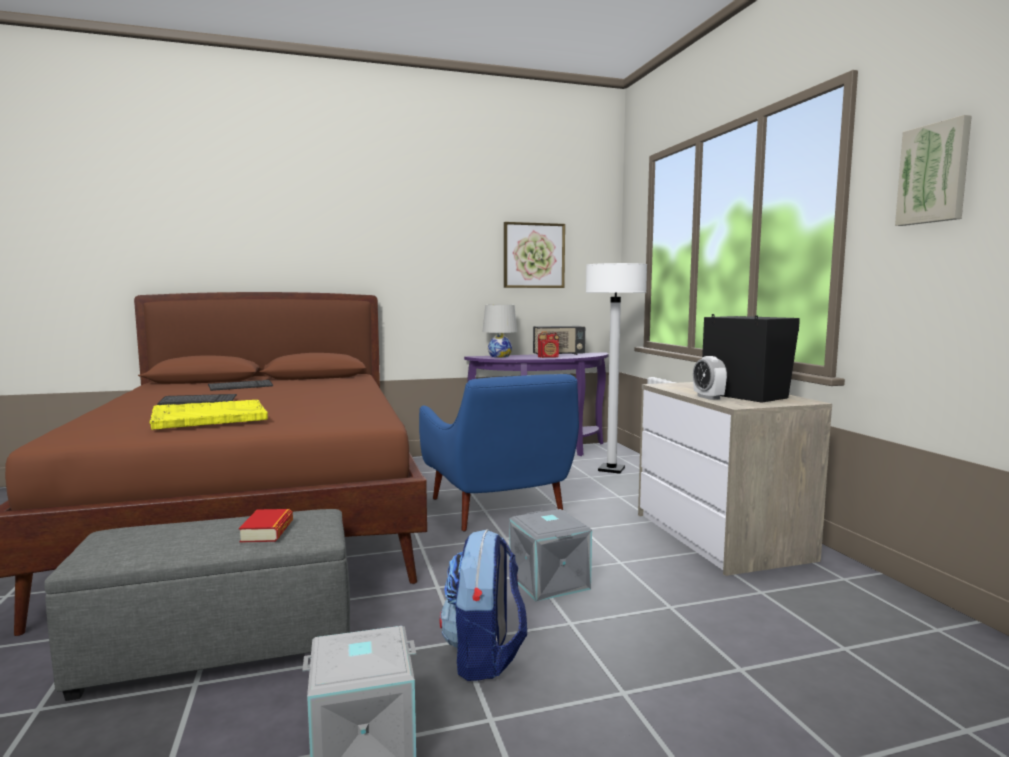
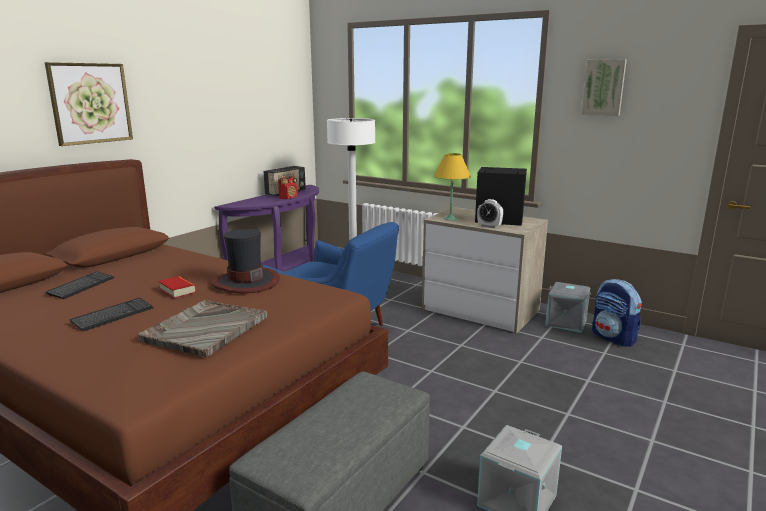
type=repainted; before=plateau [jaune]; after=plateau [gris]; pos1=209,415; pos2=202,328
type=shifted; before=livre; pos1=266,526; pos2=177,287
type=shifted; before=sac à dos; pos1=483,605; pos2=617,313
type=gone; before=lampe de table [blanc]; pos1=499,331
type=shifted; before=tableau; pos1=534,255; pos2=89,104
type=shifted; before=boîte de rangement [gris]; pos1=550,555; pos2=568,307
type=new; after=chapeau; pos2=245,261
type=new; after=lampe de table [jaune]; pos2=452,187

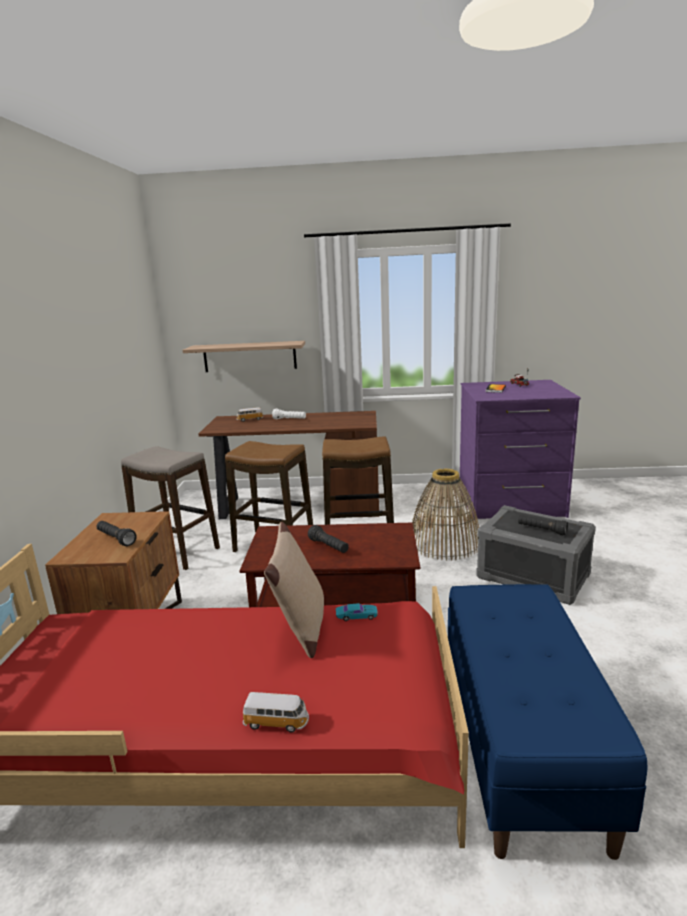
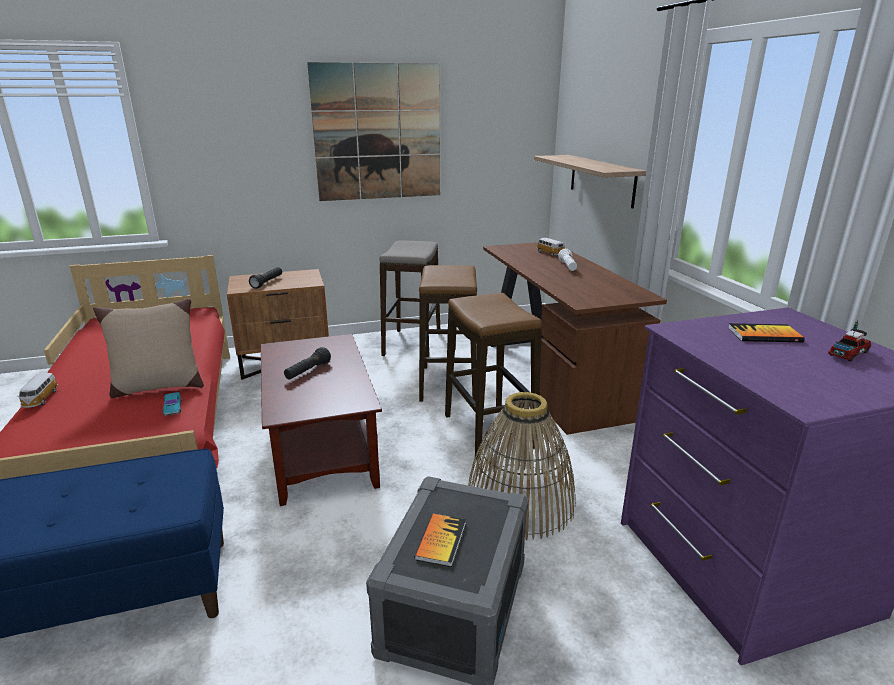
type=swapped; before=lampe de poche [noir]; after=livre; pos1=543,525; pos2=440,540
type=new; after=tableau; pos2=373,131

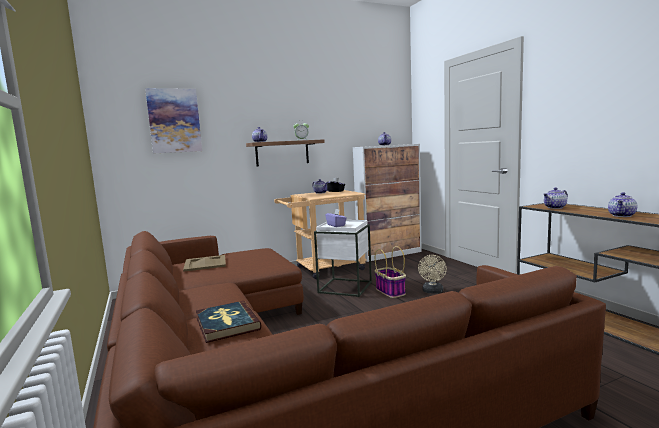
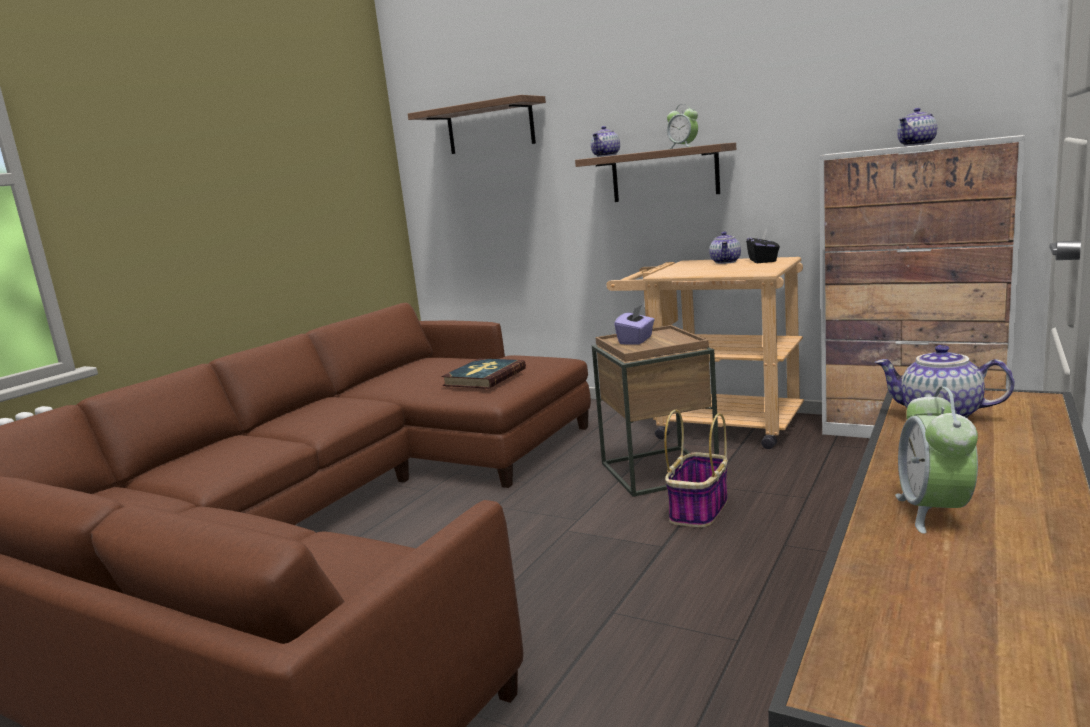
type=swapped; before=tableau; after=étagère; pos1=173,121; pos2=477,124
type=gone; before=plateau [beige]; pos1=204,263
type=shifted; before=livre; pos1=229,322; pos2=483,373
type=repainted; before=table d'appoint [blanc]; after=table d'appoint [marron]; pos1=343,258; pos2=655,411
type=gone; before=ventilateur [beige]; pos1=432,274
type=swapped; before=théière; after=réveil; pos1=622,204; pos2=936,460

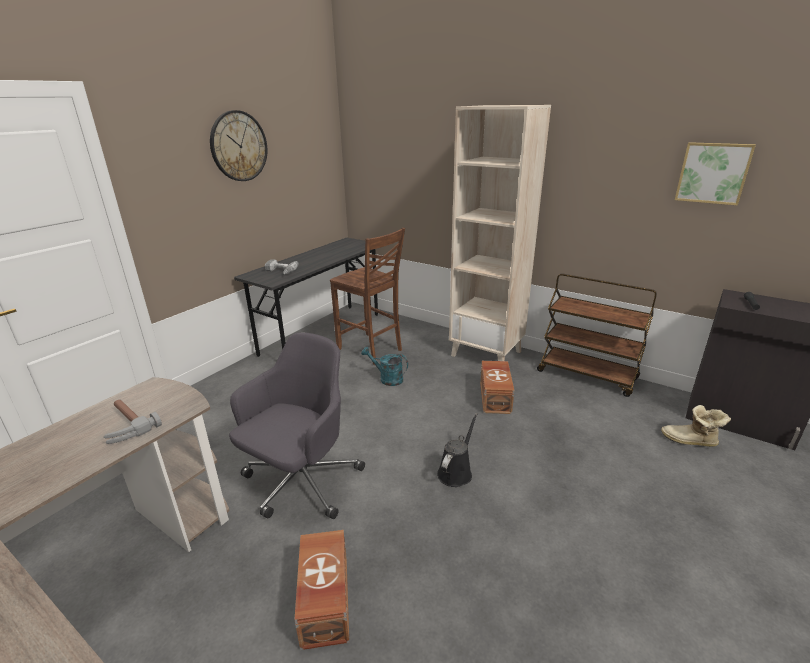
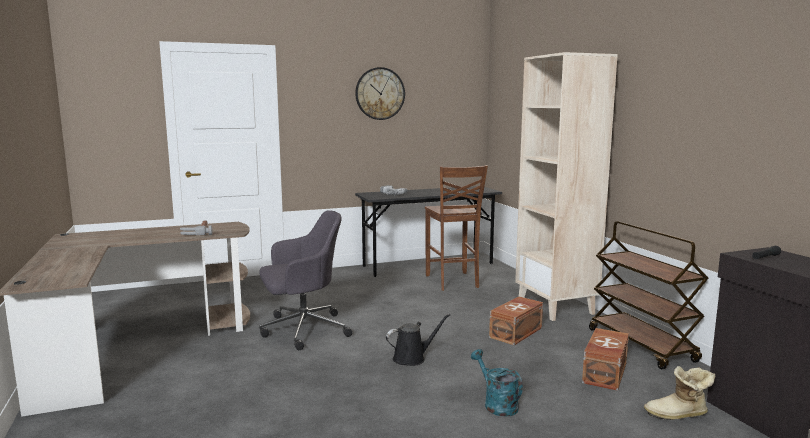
type=shifted; before=boîte de rangement [marron]; pos1=321,590; pos2=605,359
type=shifted; before=arrosoir [turquoise]; pos1=384,366; pos2=497,383
type=rotated; before=botte; pos1=696,426; pos2=679,393; turn=-60
type=gone; before=tableau; pos1=715,174

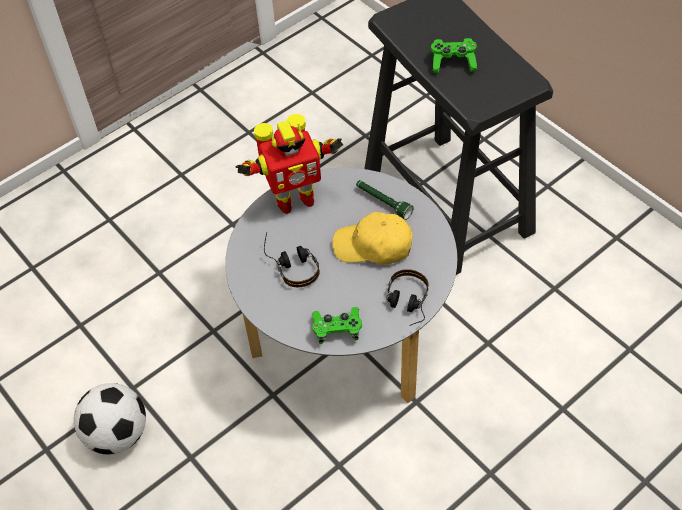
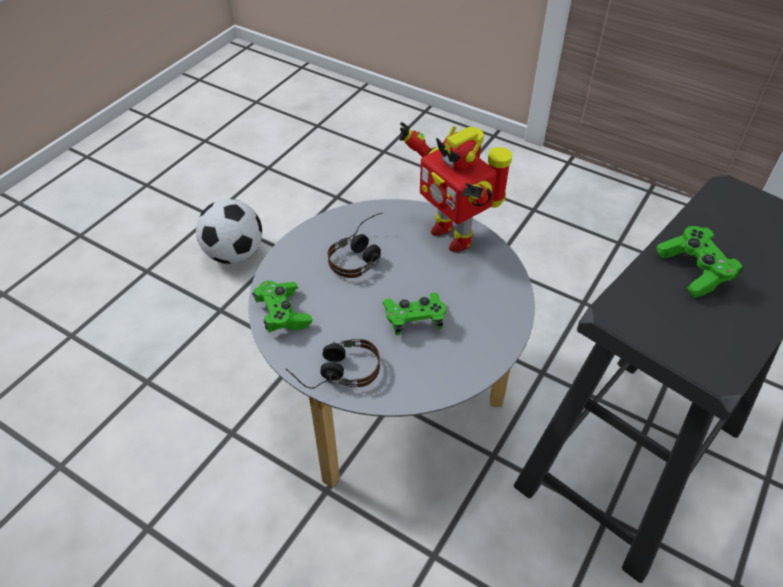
type=swapped; before=casquette [jaune]; after=manette [vert]; pos1=373,238; pos2=414,314
type=gone; before=lampe de poche [vert]; pos1=385,200

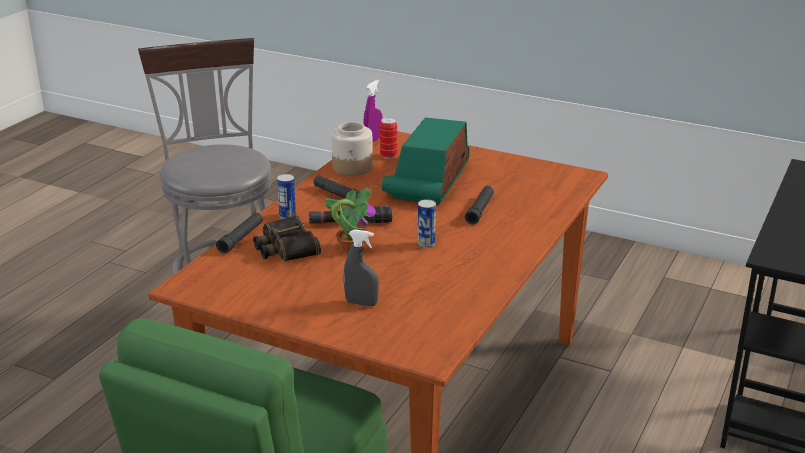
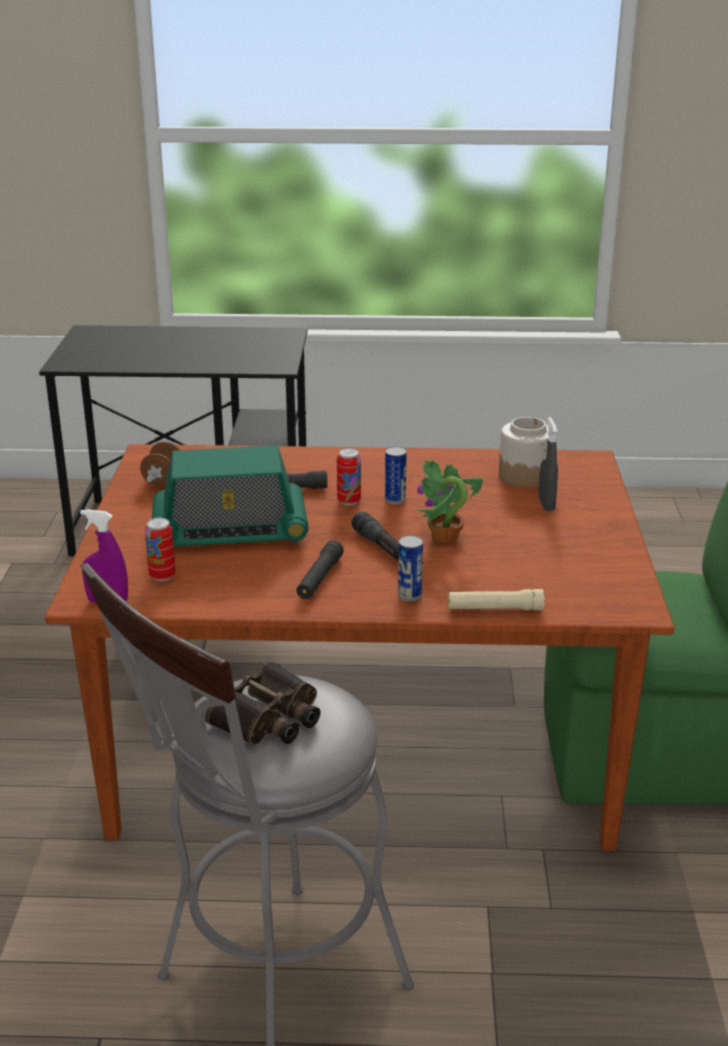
type=repainted; before=lampe de poche [noir]; after=lampe de poche [beige]; pos1=239,233; pos2=496,599
type=shifted; before=jumelles; pos1=287,238; pos2=262,703
type=shifted; before=bocal; pos1=352,149; pos2=524,452
type=new; after=haltère [marron]; pos2=160,463
type=new; after=boîte métallique; pos2=349,477

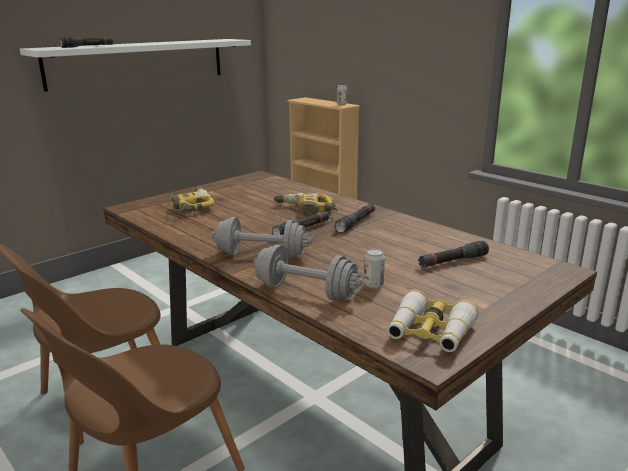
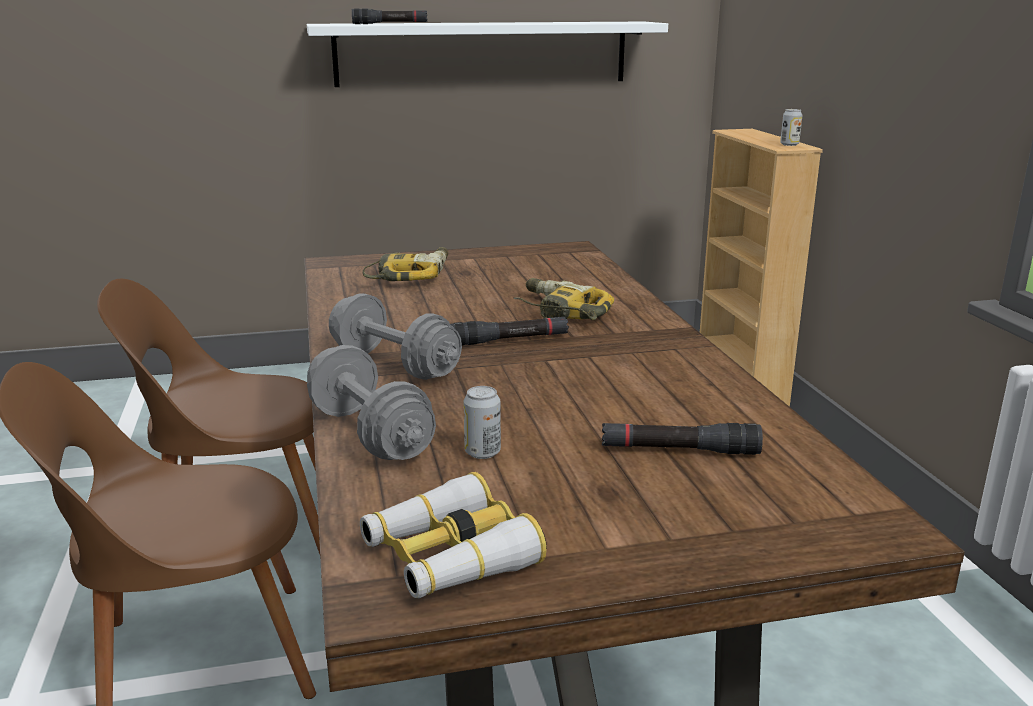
type=gone; before=lampe de poche [noir]; pos1=355,218

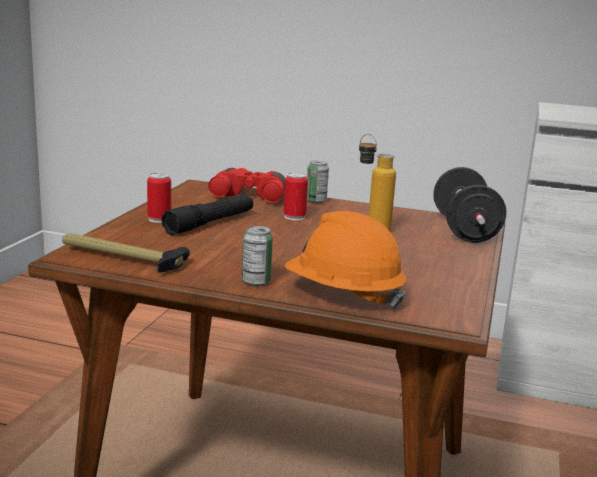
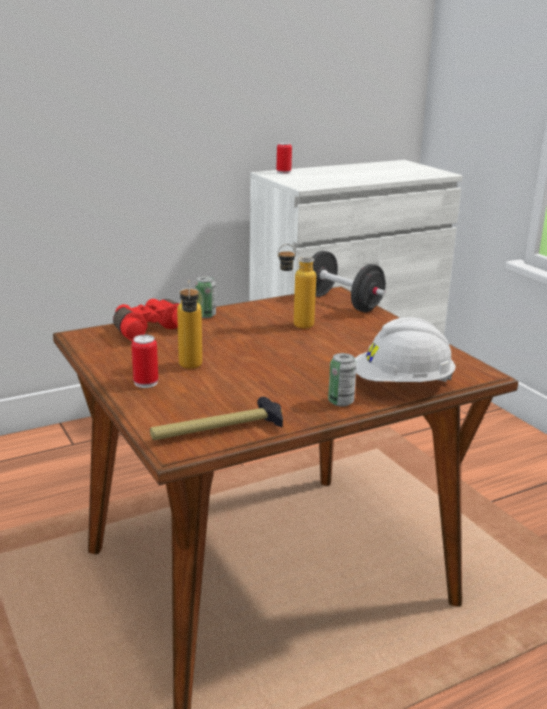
type=swapped; before=lampe de poche [noir]; after=bouteille; pos1=207,214; pos2=189,325
type=shifted; before=boîte métallique; pos1=296,197; pos2=284,158
type=repainted; before=casque de chantier [orange]; after=casque de chantier [blanc]; pos1=345,260; pos2=405,349

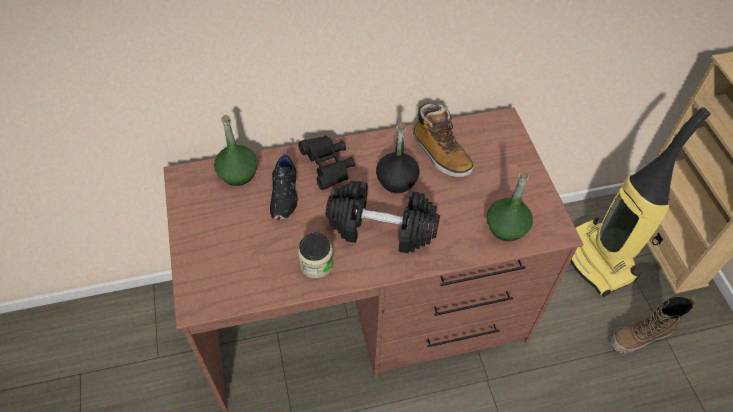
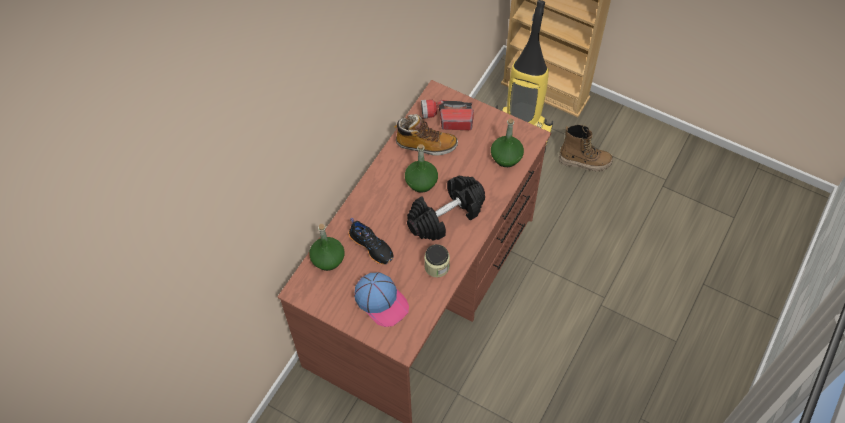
type=gone; before=jumelles [noir]; pos1=326,163
type=repainted; before=bouteille [noir]; after=bouteille [vert]; pos1=397,158; pos2=421,168
type=rotated; before=botte; pos1=653,325; pos2=586,148; turn=-105
type=new; after=casquette; pos2=381,299
type=new; after=lampe de poche; pos2=447,115

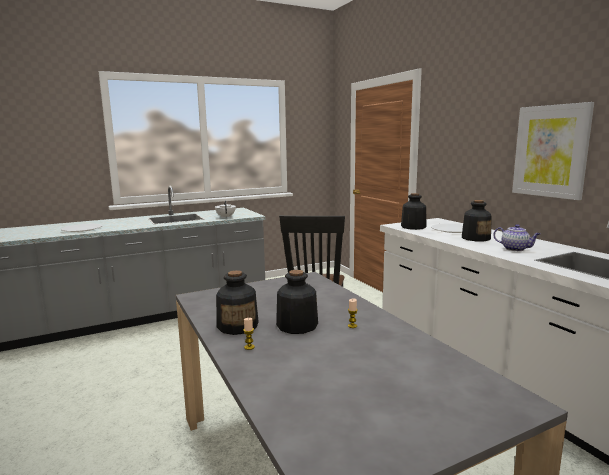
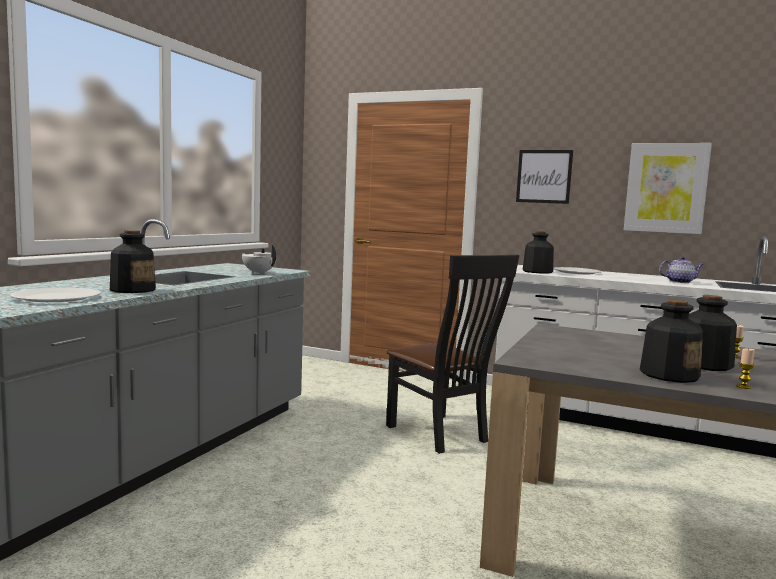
type=shifted; before=bouteille; pos1=477,220; pos2=133,261
type=new; after=tableau; pos2=544,177

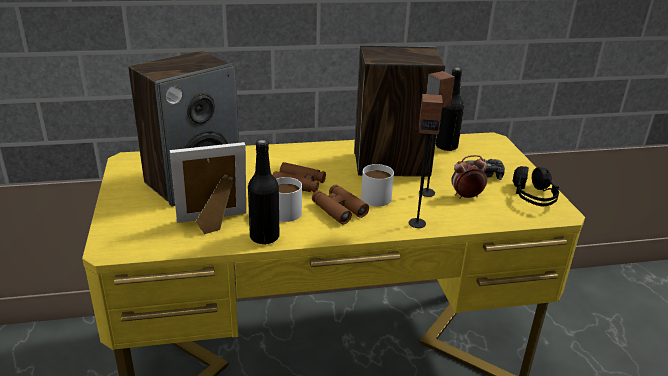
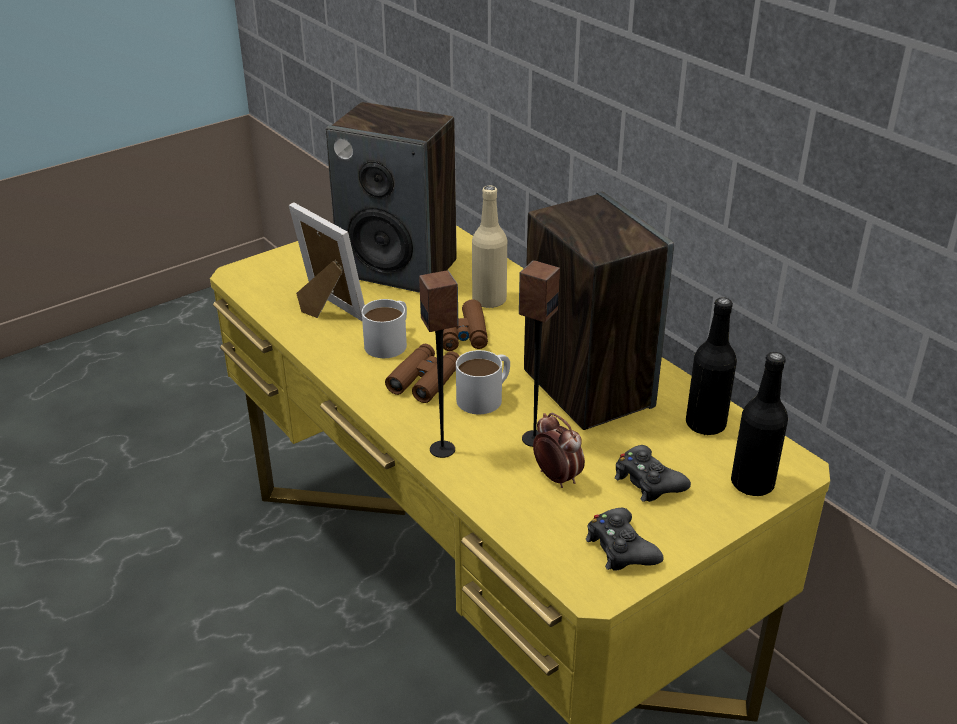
type=shifted; before=bouteille [noir]; pos1=263,191; pos2=759,424
type=swapped; before=casque audio [noir]; after=manette [noir]; pos1=536,186; pos2=624,539
type=new; after=bouteille [beige]; pos2=489,247

